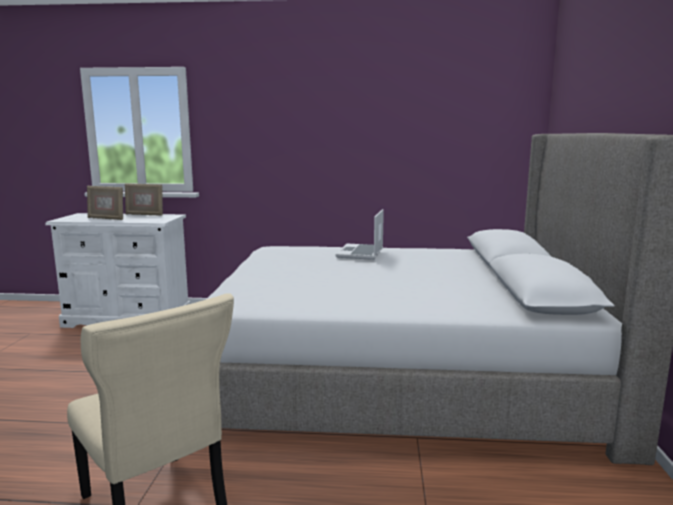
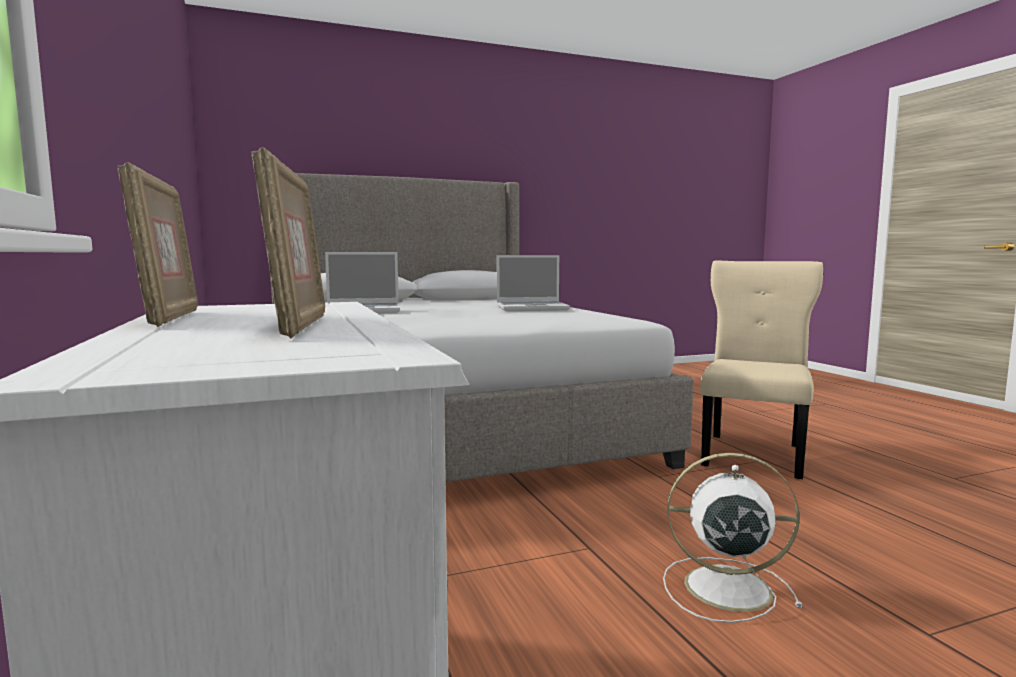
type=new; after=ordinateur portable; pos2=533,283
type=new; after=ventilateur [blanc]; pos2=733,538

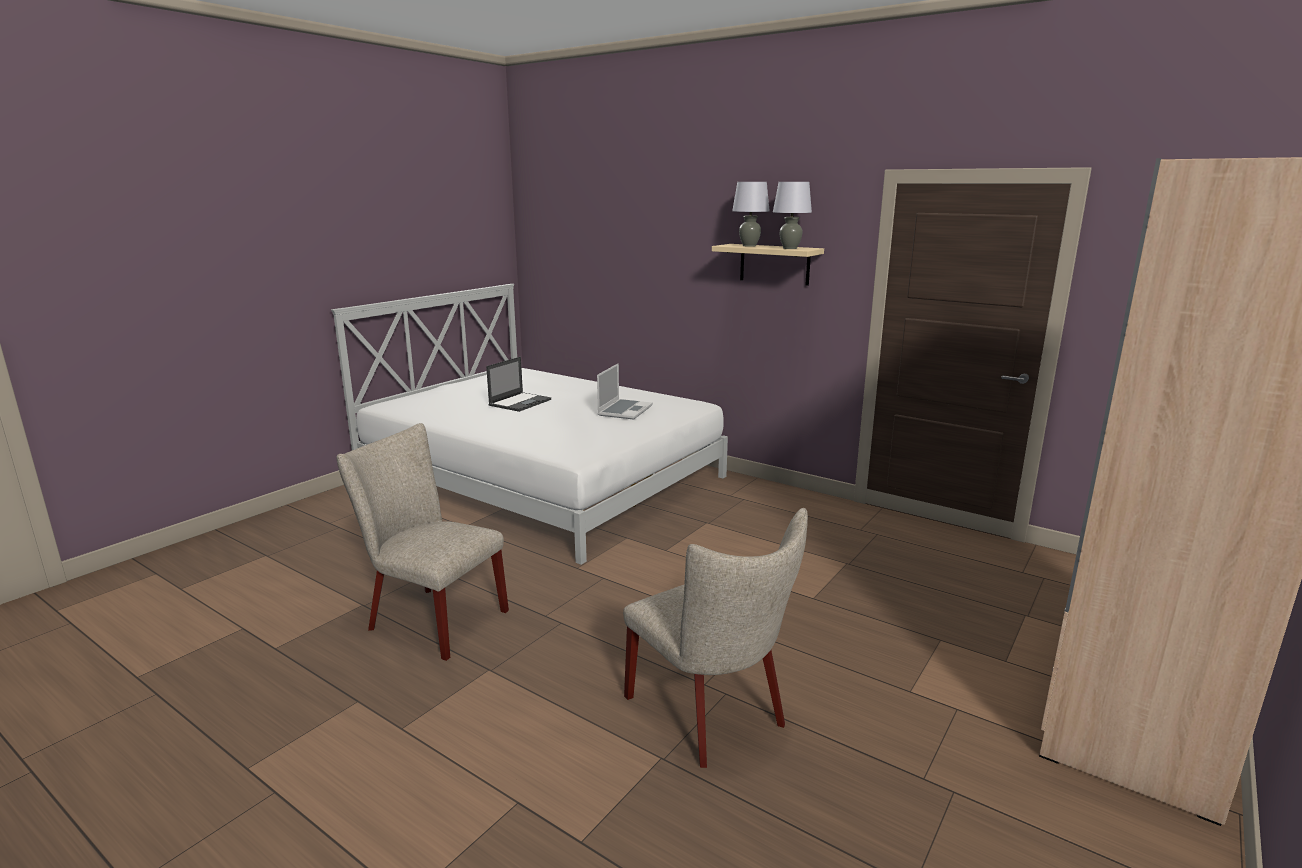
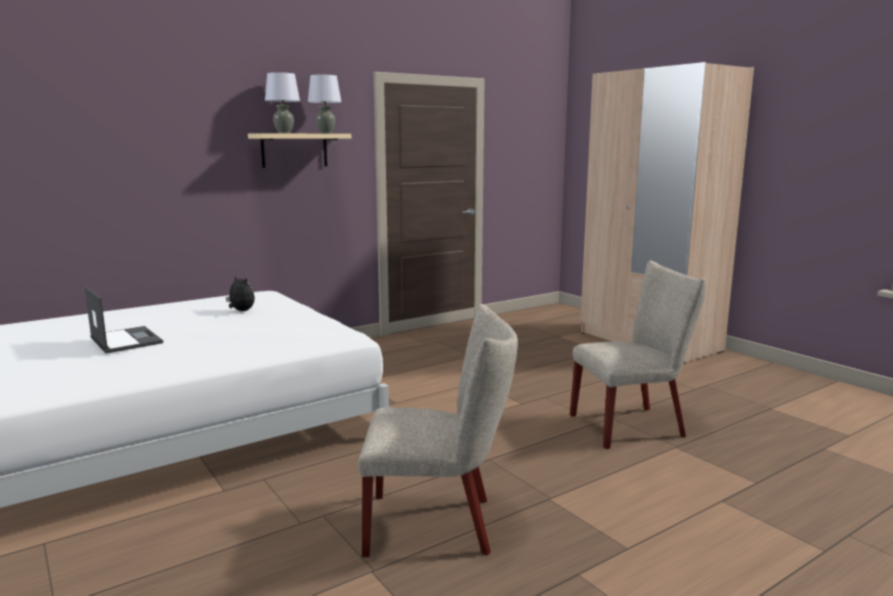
type=rotated; before=chaise [beige]; pos1=422,542; pos2=438,430; turn=-135
type=swapped; before=ordinateur portable; after=peluche; pos1=625,391; pos2=240,293

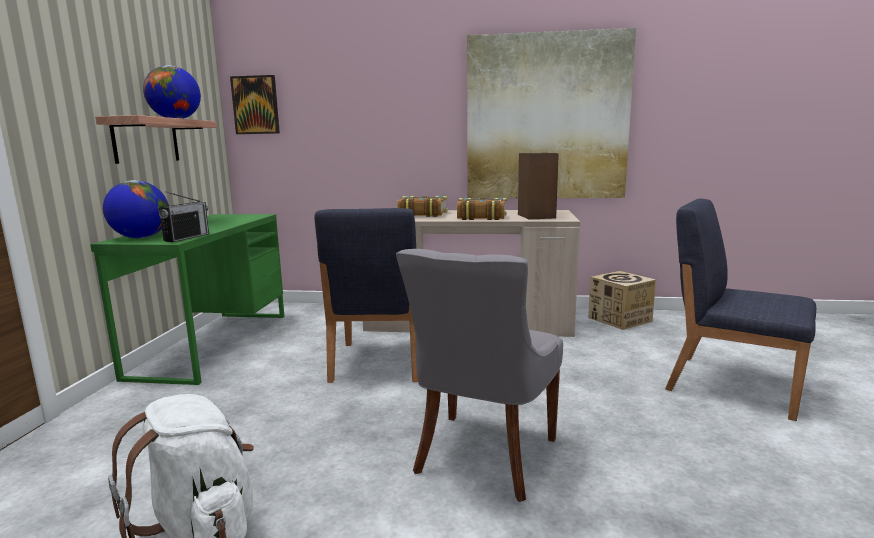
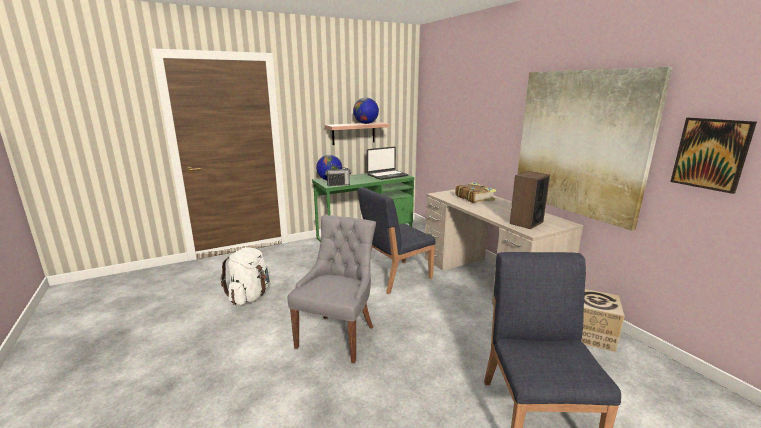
type=shifted; before=tableau; pos1=255,104; pos2=713,156
type=rotated; before=chaise [gris]; pos1=479,375; pos2=332,289; turn=120
type=gone; before=livre; pos1=482,209
type=new; after=ordinateur portable; pos2=388,163

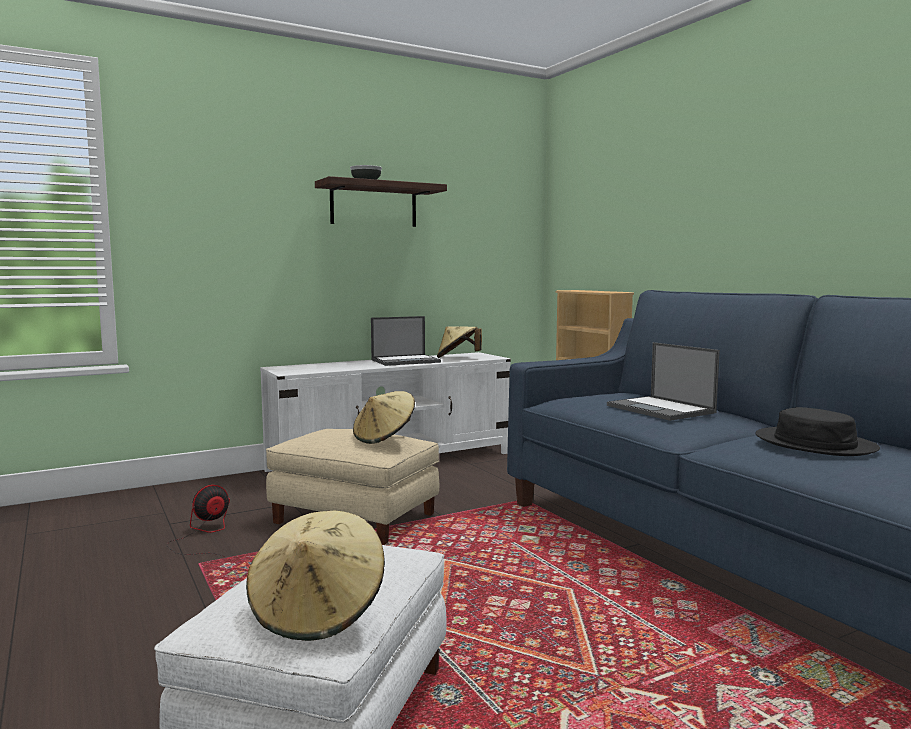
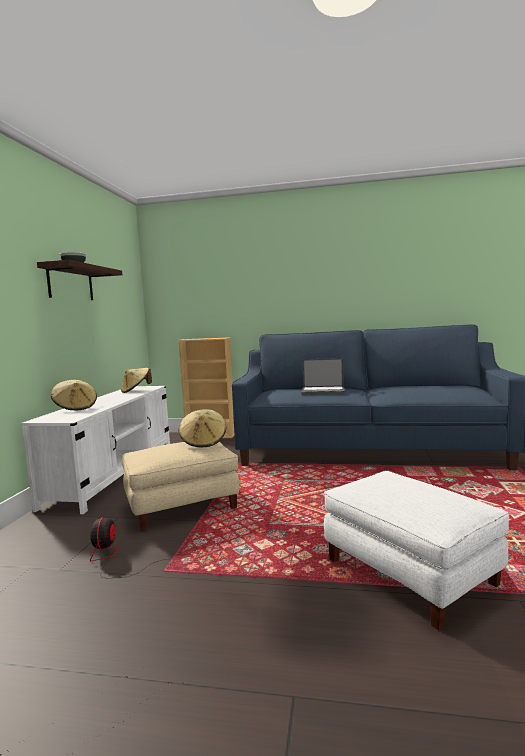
type=shifted; before=chapeau [beige]; pos1=315,575; pos2=74,395
type=gone; before=ordinateur portable; pos1=406,341
type=gone; before=chapeau [noir]; pos1=817,431

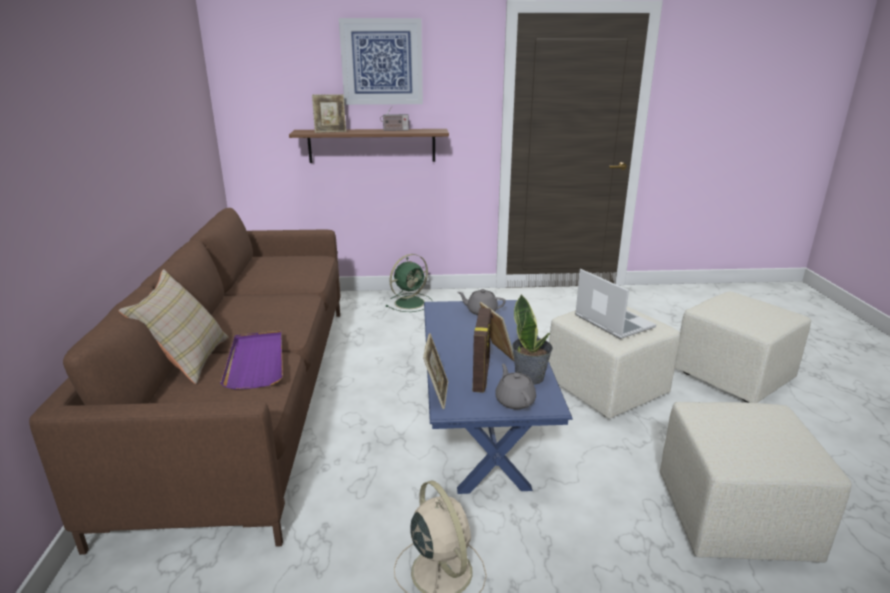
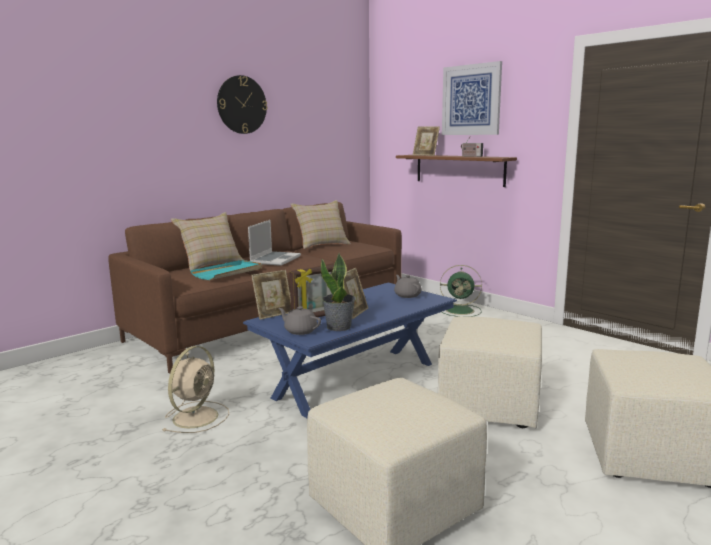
type=repainted; before=plateau [violet]; after=plateau [turquoise]; pos1=251,360; pos2=226,270
type=rotated; before=théière [gris]; pos1=515,386; pos2=299,320; turn=-90
type=shifted; before=ordinateur portable; pos1=615,304; pos2=274,243
type=new; after=horloge murale; pos2=242,104
type=new; after=coussin [beige]; pos2=321,224

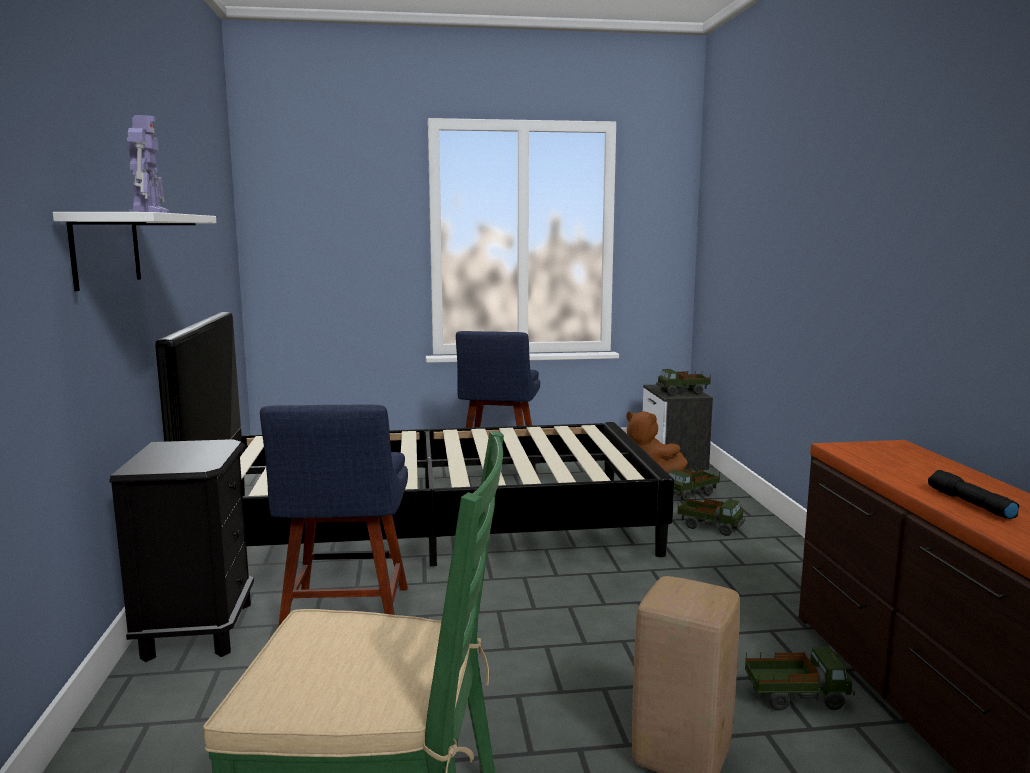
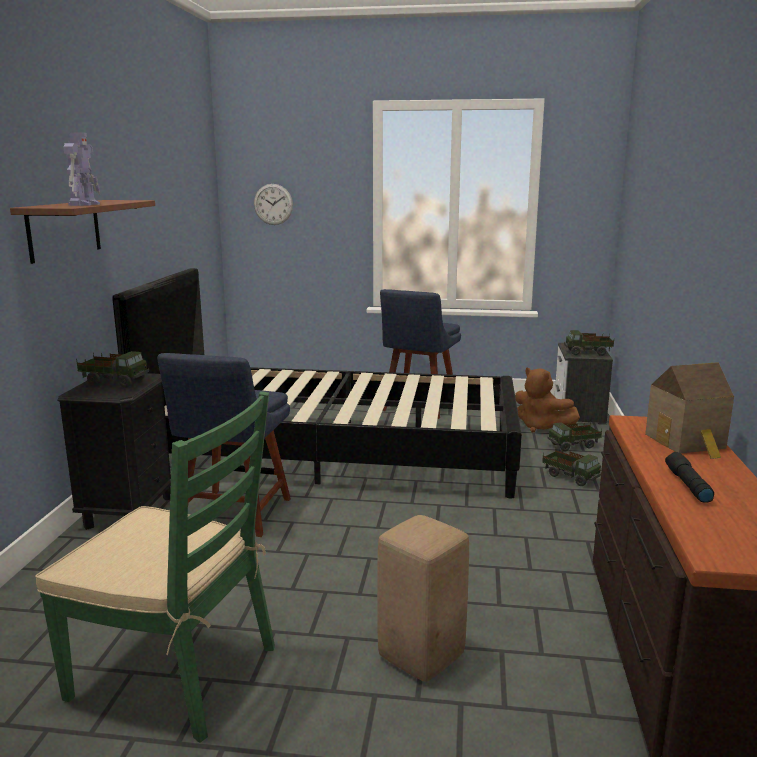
type=repainted; before=étagère [blanc]; after=étagère [marron]; pos1=134,251; pos2=82,232
type=shifted; before=camion jouet; pos1=800,679; pos2=112,369
type=new; after=horloge murale; pos2=273,204
type=new; after=maison miniature; pos2=689,410

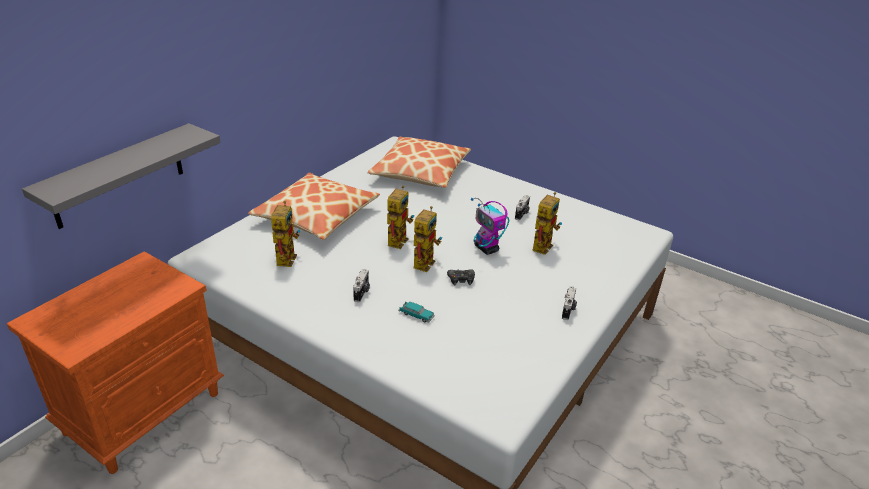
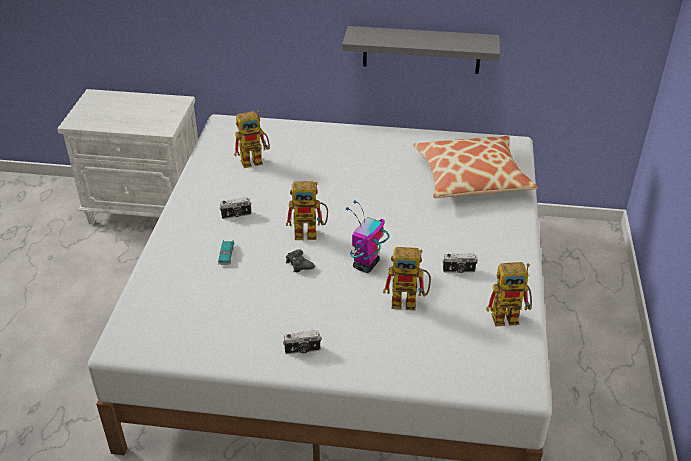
type=repainted; before=table de chevet [orange]; after=table de chevet [blanc]; pos1=115,363; pos2=127,156
type=shifted; before=étagère [gris]; pos1=121,176; pos2=421,50
type=gone; before=coussin; pos1=314,206
type=shifted; before=robot jouet; pos1=400,217; pos2=509,294

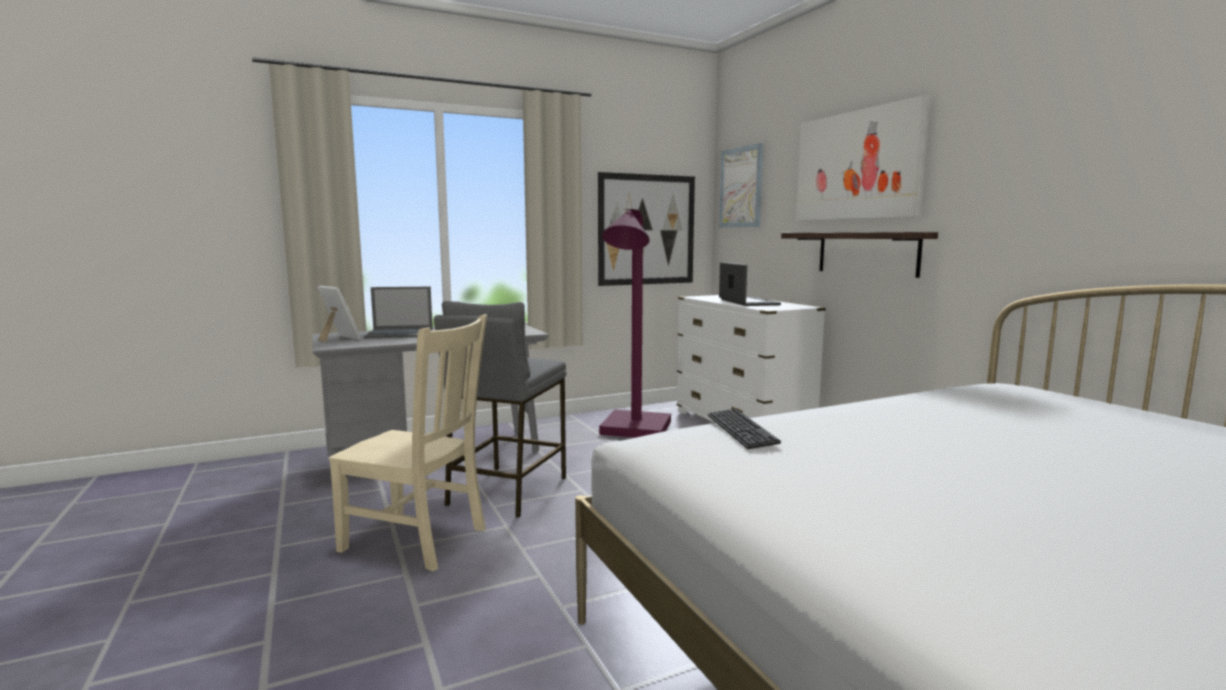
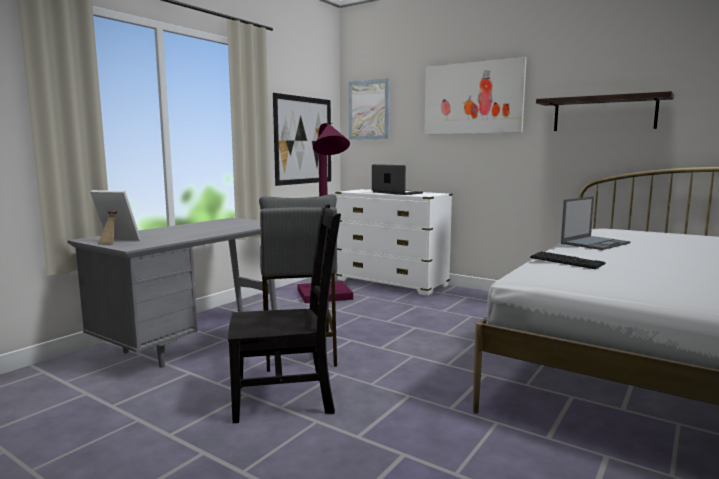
type=repainted; before=chaise [beige]; after=chaise [noir]; pos1=408,442; pos2=284,313
type=shifted; before=ordinateur portable; pos1=398,312; pos2=595,223
type=shifted; before=étagère; pos1=859,255; pos2=605,111

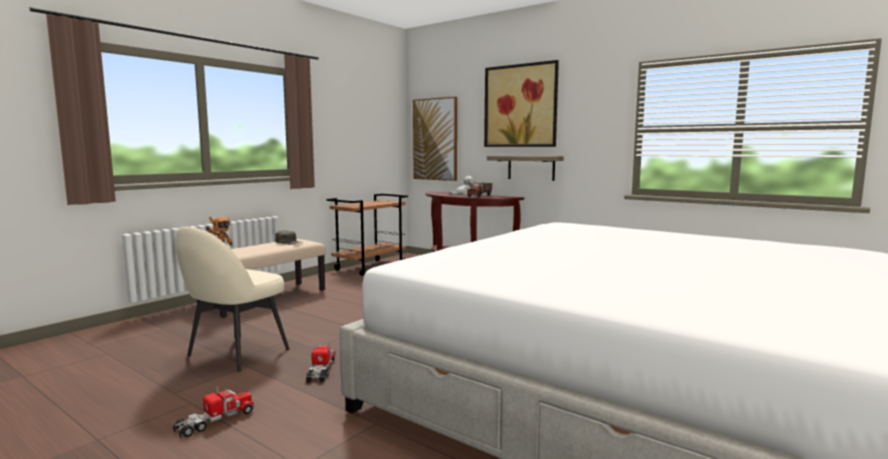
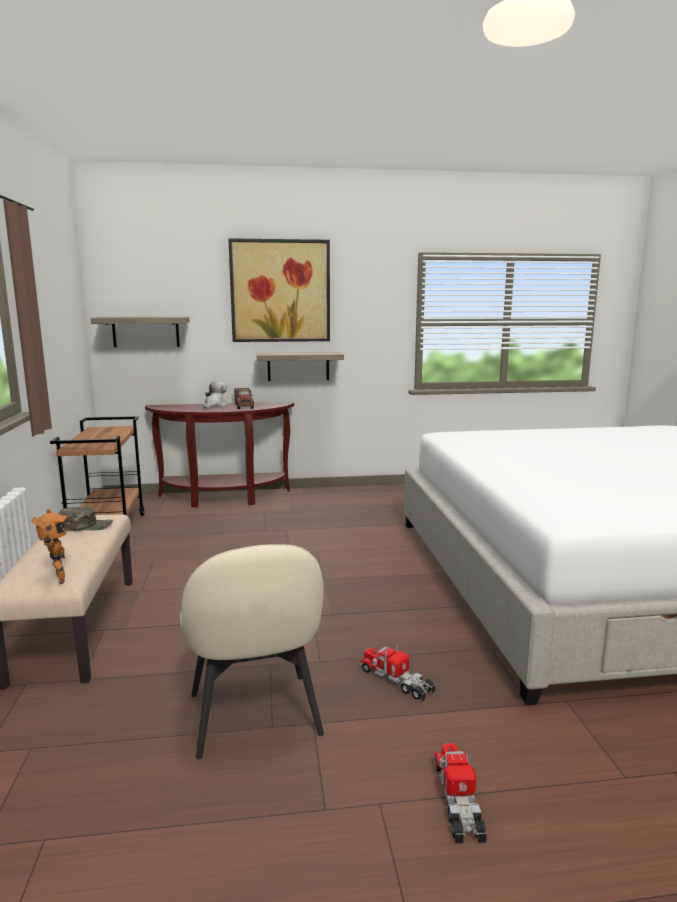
type=swapped; before=tableau; after=étagère; pos1=435,139; pos2=140,332

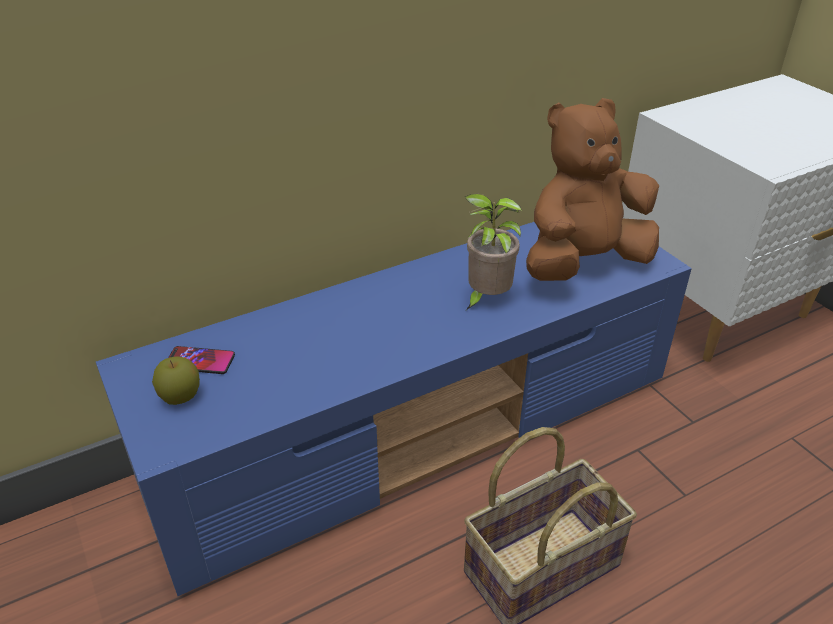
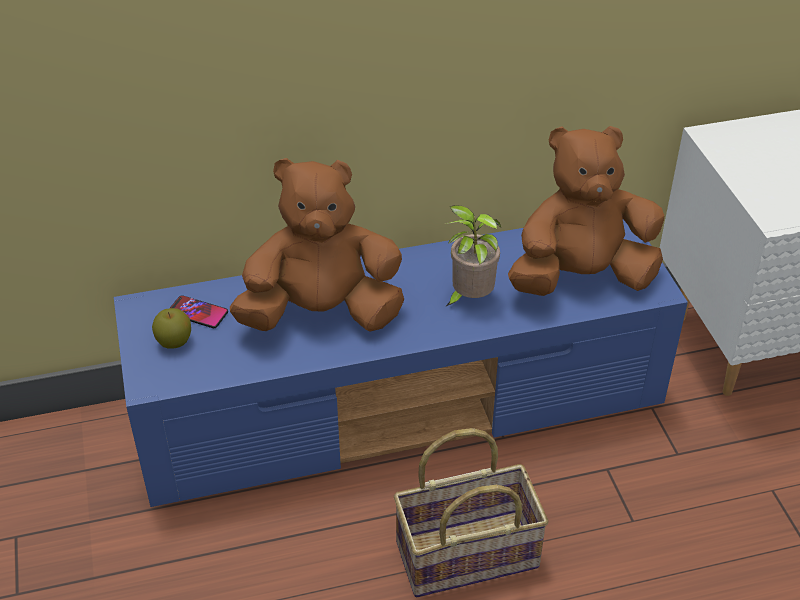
type=new; after=peluche [marron]; pos2=317,244

